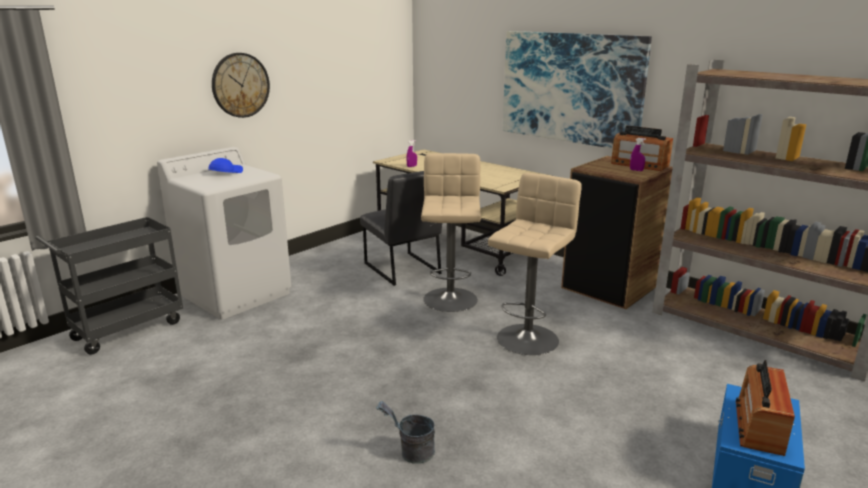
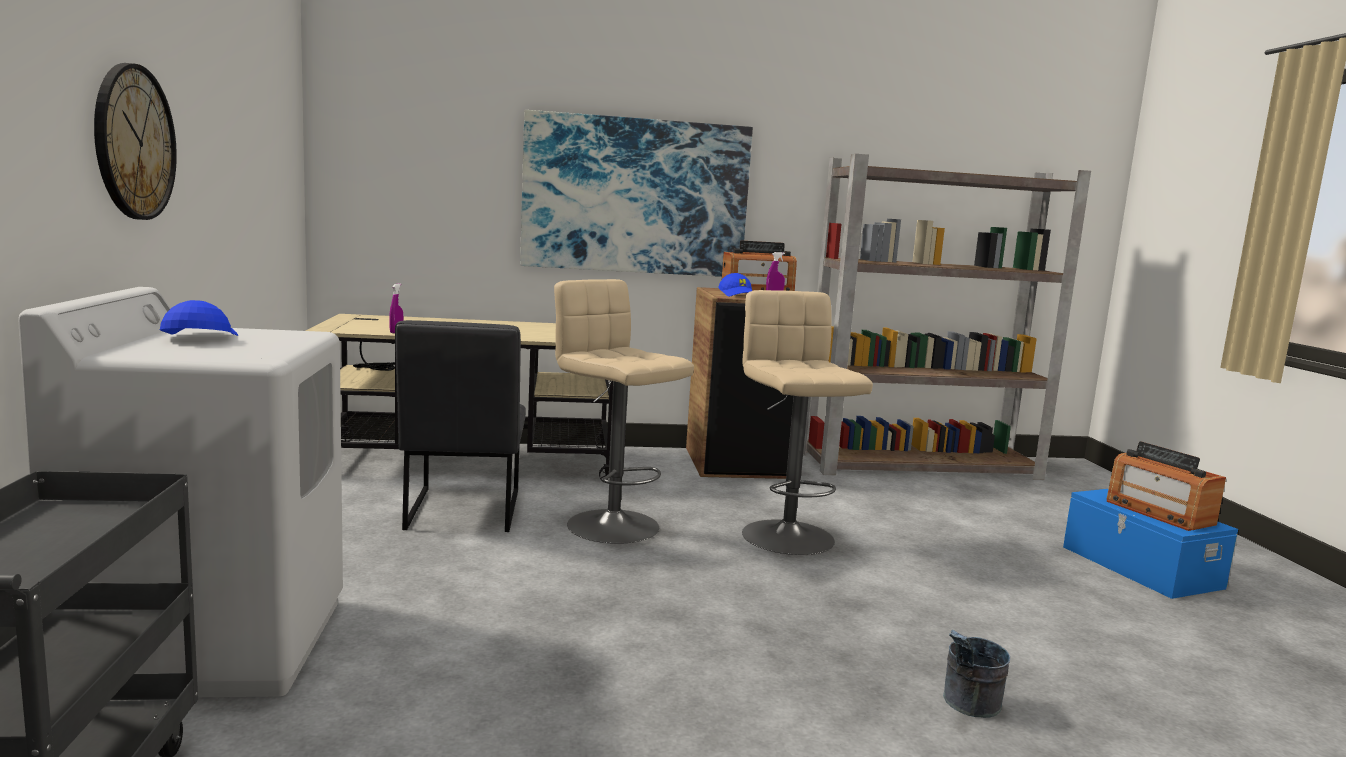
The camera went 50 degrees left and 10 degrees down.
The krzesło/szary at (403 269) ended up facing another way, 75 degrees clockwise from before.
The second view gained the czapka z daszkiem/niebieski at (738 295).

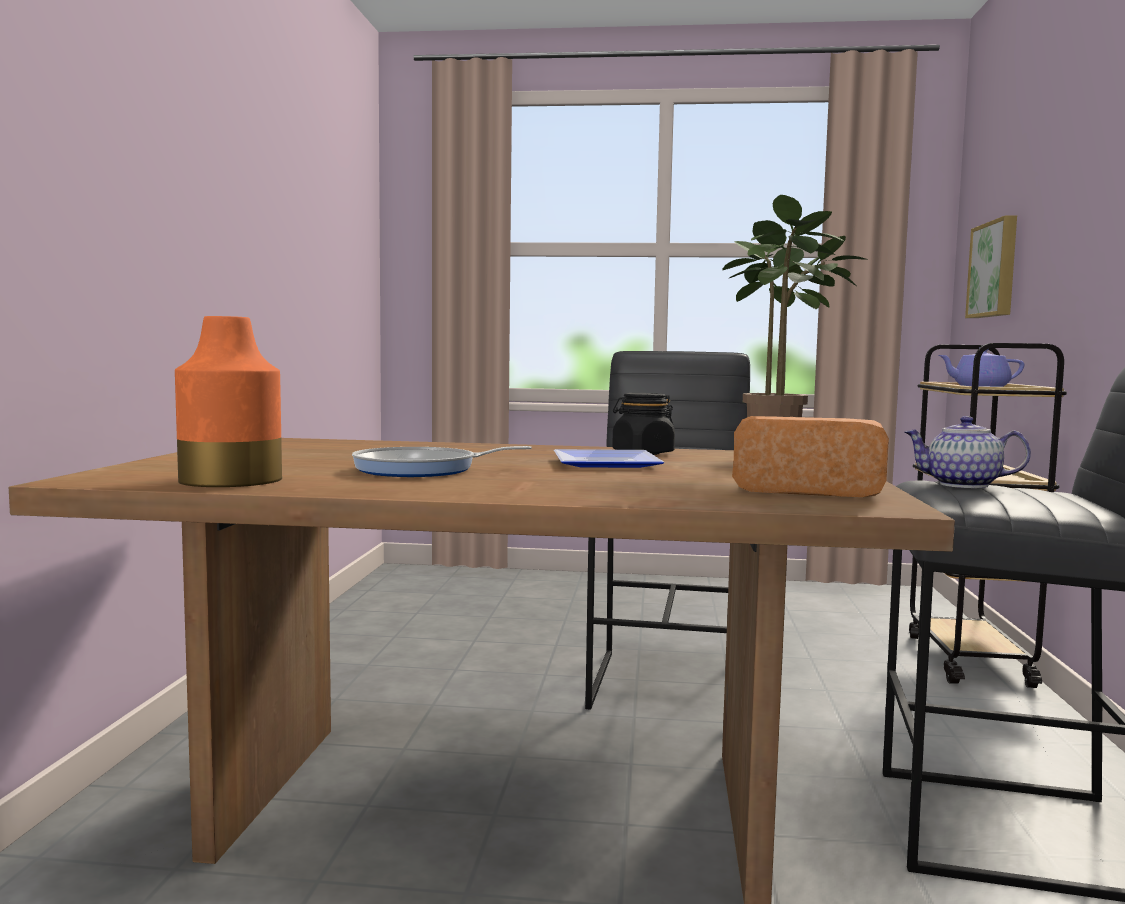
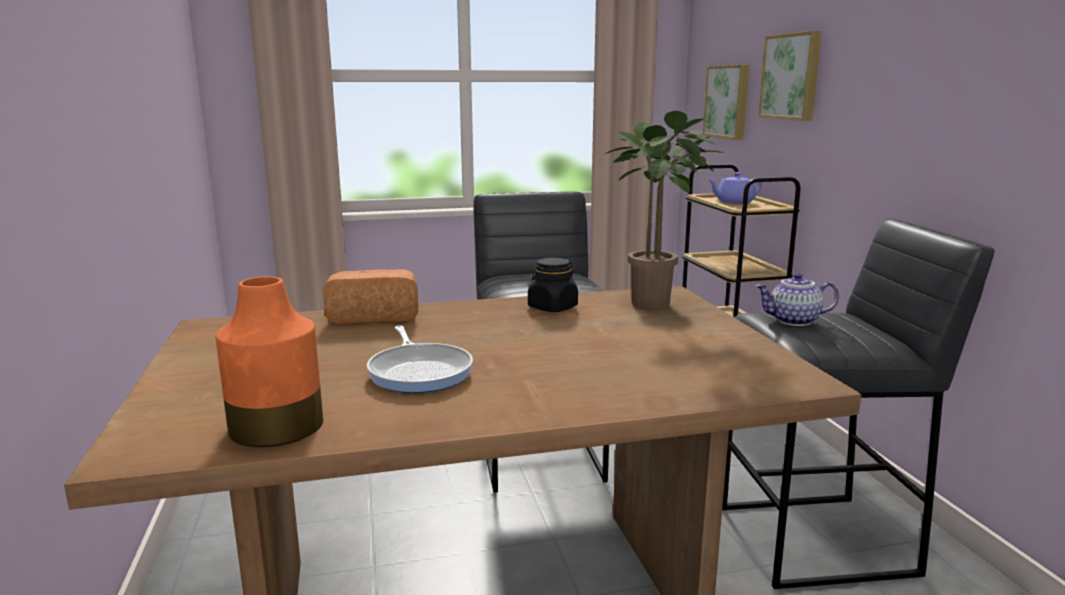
The camera went 20 degrees left and 10 degrees up.
The patelnia at (422 470) ended up facing another way, 75 degrees counterclockwise from before.
The second view lost the talerz at (609 463).
The chleb ended up elsewhere, having gone from (805 490) to (374 316).
The second view gained the obraz at (792 76).

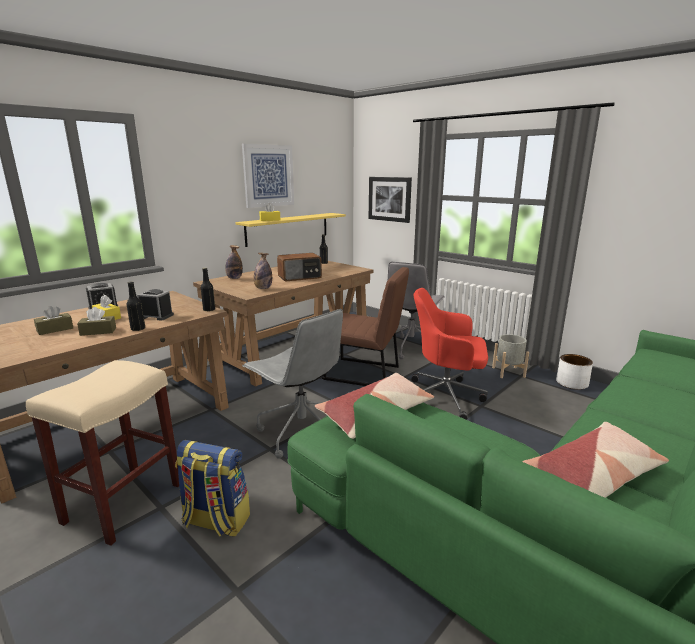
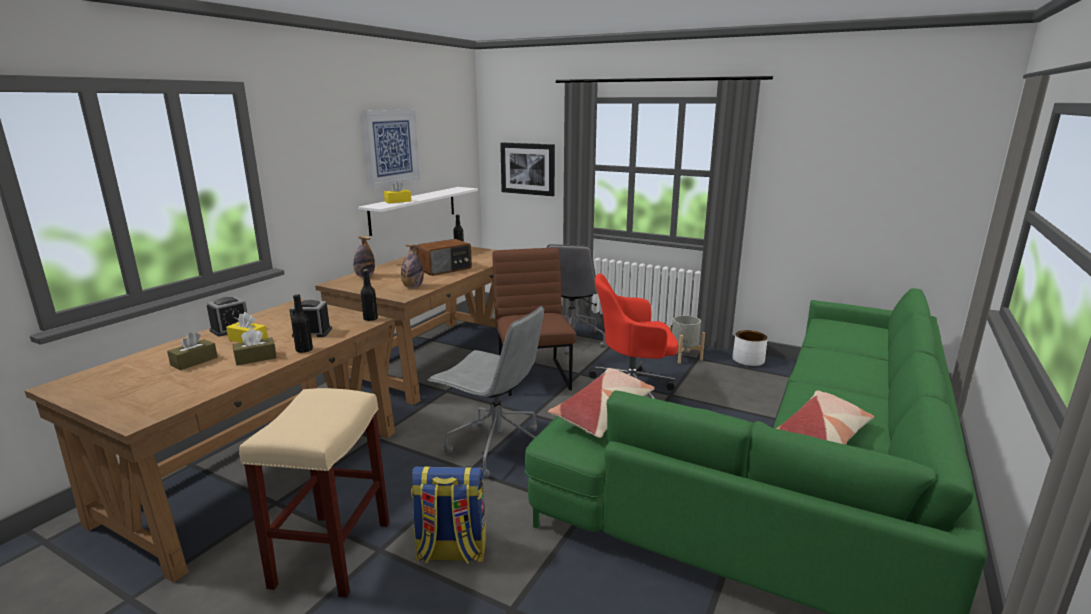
The camera went 15 degrees left and 0 degrees up.
What was the półka/żółty at (288 228) turned into the półka/biały at (414 210).
The krzesło/brązowy at (364 373) ended up facing another way, 105 degrees counterclockwise from before.

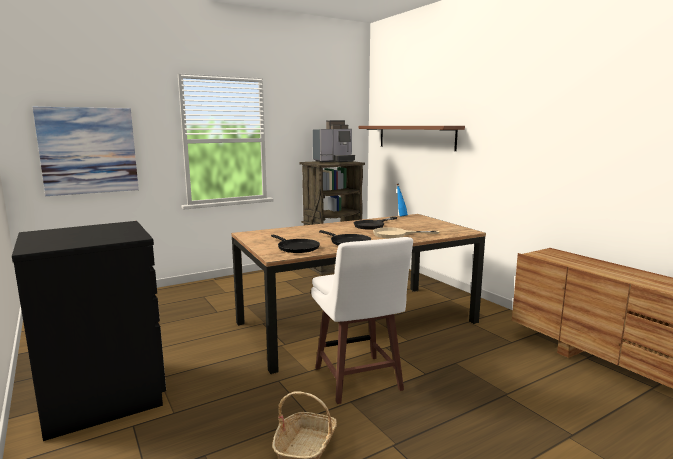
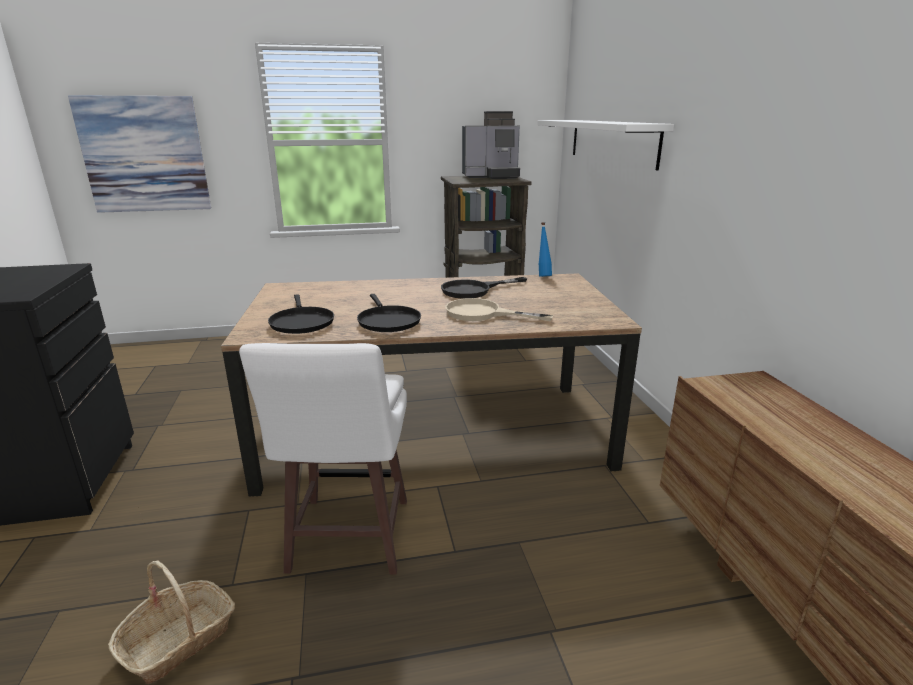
The camera went 20 degrees right and 10 degrees up.
What was the półka/brązowy at (415 137) turned into the półka/biały at (611 141).

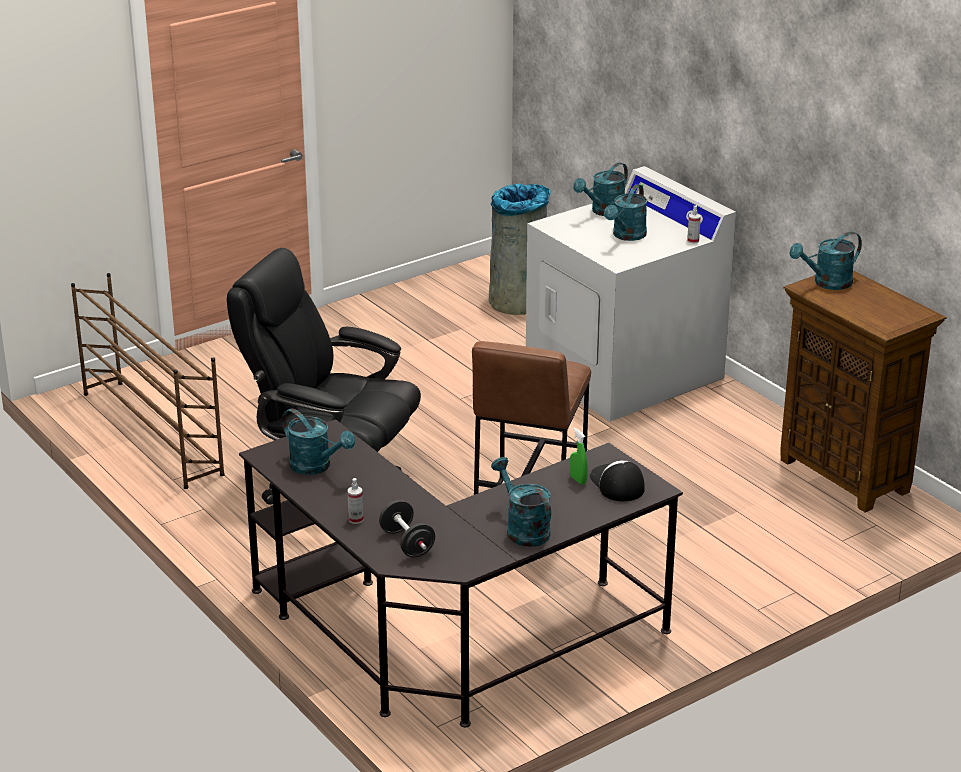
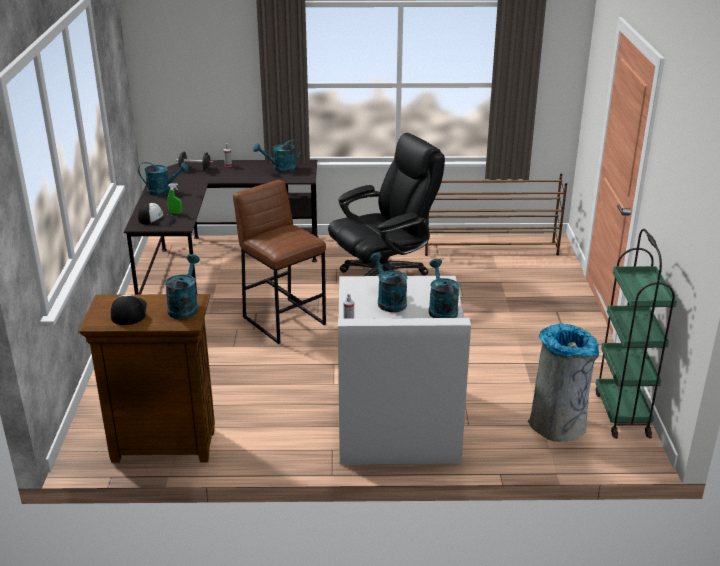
The camera went 125 degrees right and 0 degrees up.
The second view gained the czapka z daszkiem at (128 312).
The second view gained the wózek/zielony at (622 414).

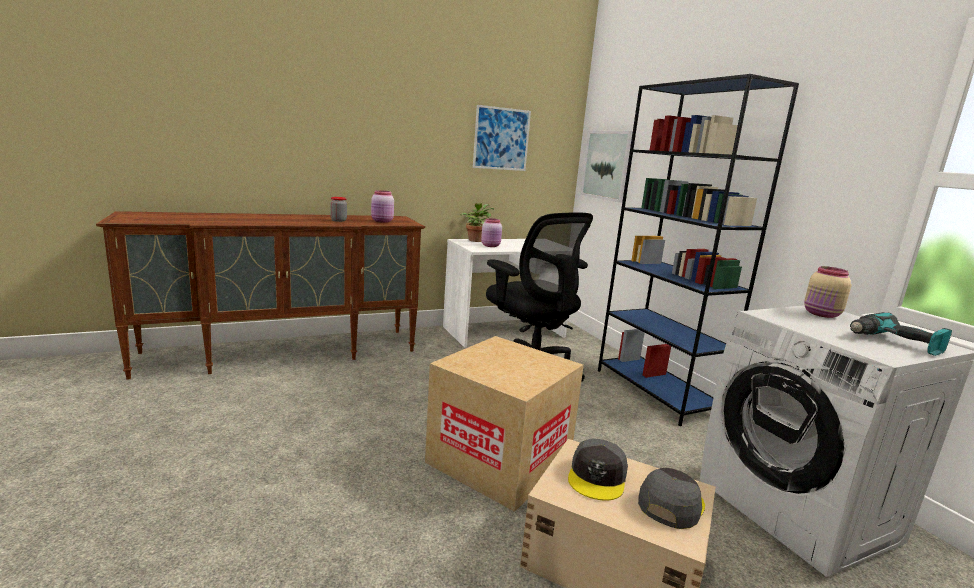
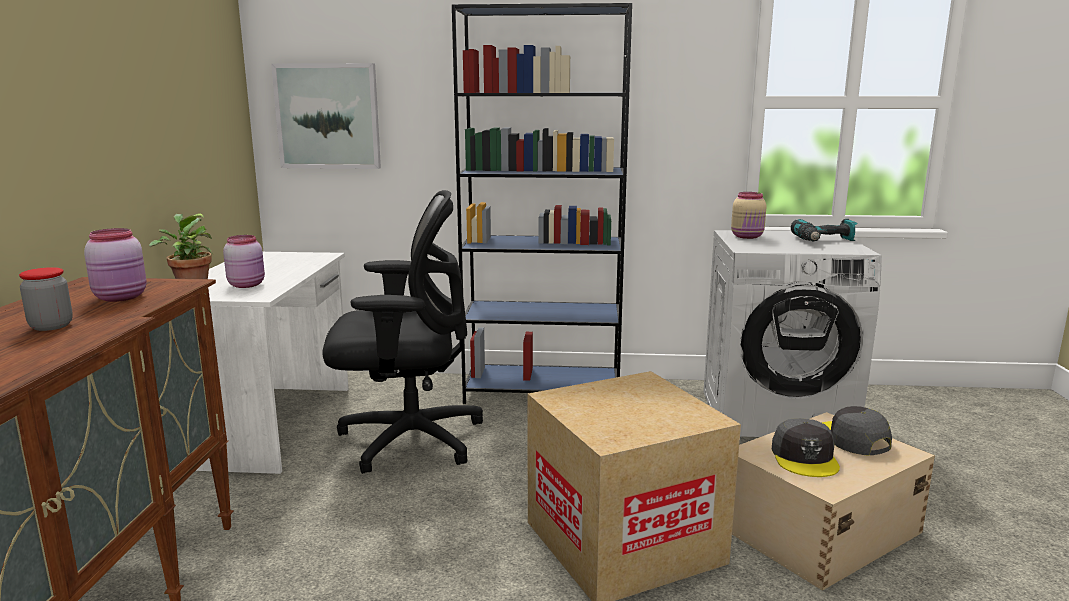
The camera went 60 degrees left and 0 degrees up.
The second view lost the obraz at (501 139).
The czapka z daszkiem/szary at (597 477) ended up facing another way, 45 degrees clockwise from before.

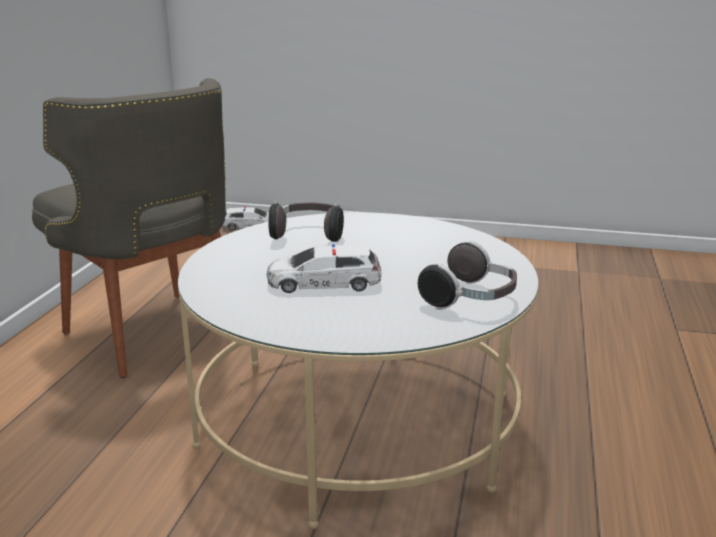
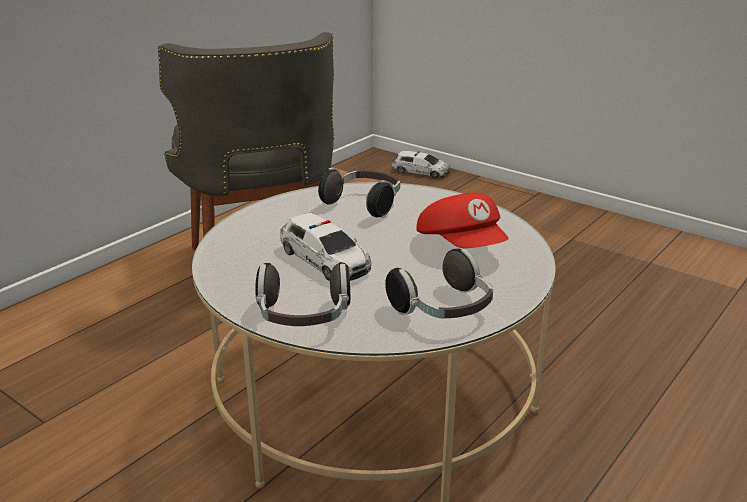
The camera went 25 degrees right and 5 degrees up.
The samochodzik at (324 282) ended up facing another way, 150 degrees counterclockwise from before.
The second view gained the słuchawki at (303 318).
The second view gained the czapka z daszkiem/czerwony at (462 245).

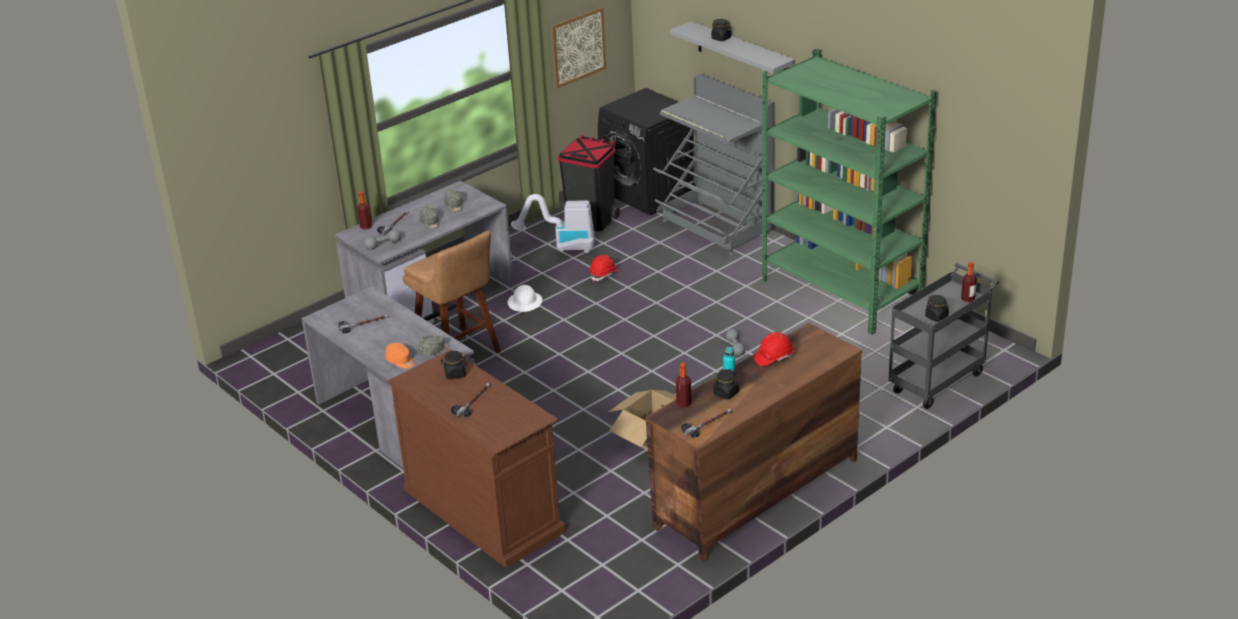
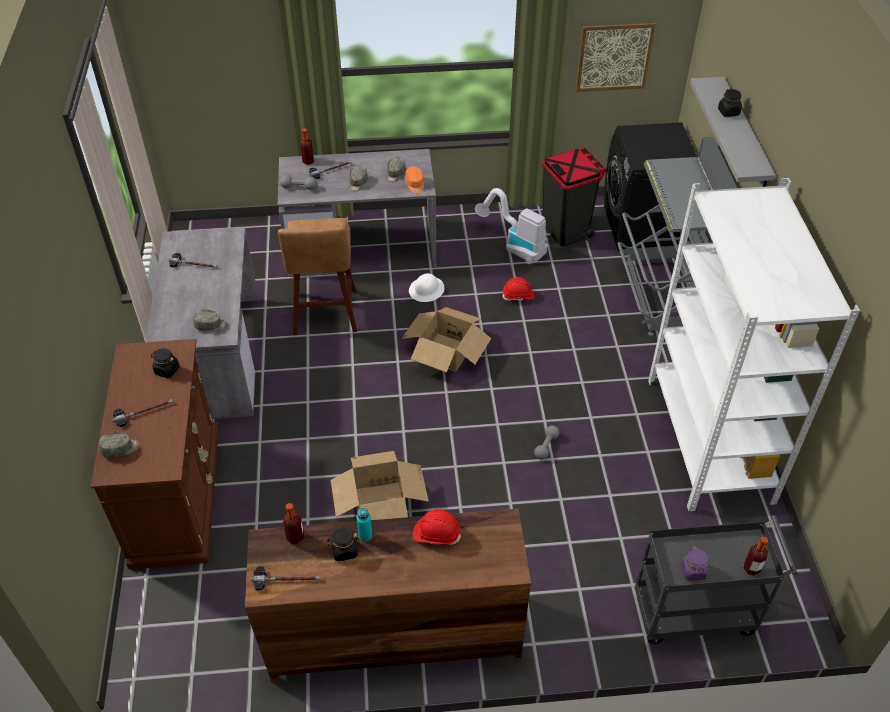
The camera went 35 degrees right and 15 degrees up.
The czapka z daszkiem/pomarańczowy ended up elsewhere, having gone from (400 361) to (415 184).
What was the regał/zielony at (841 292) turned into the regał/biały at (708 439).
What was the słoik/czarny at (936 317) turned into the słoik/fioletowy at (693 571).
The second view gained the czapka z daszkiem/szary at (120 449).
The second view gained the karton at (446 352).

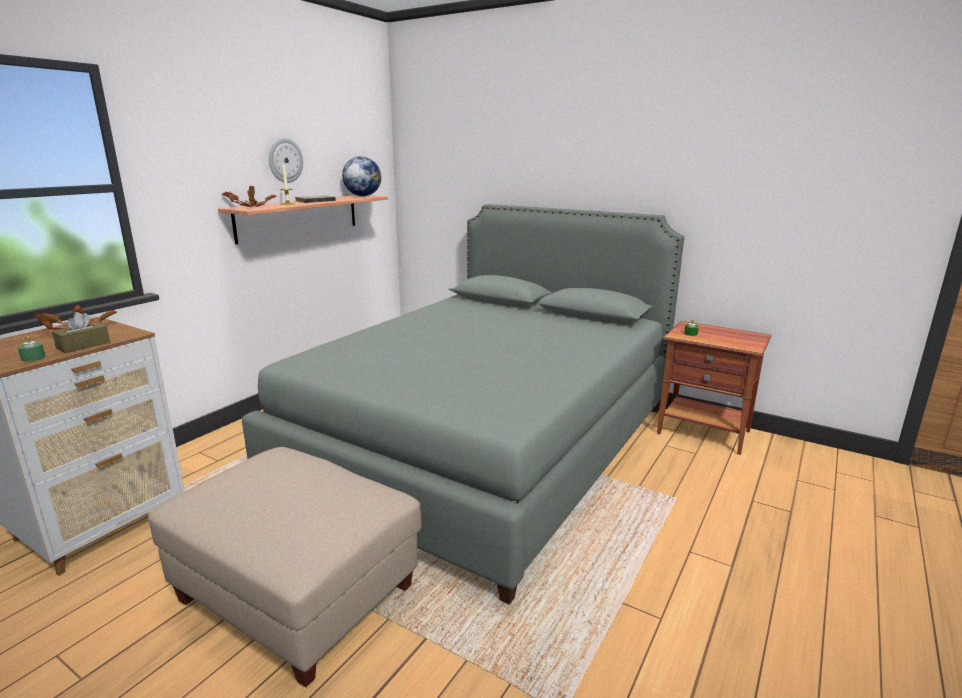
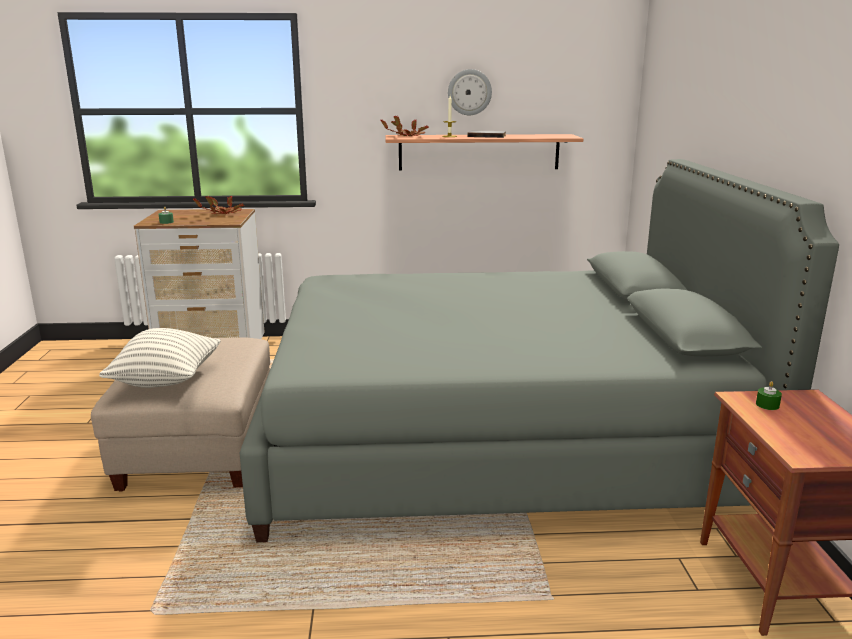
The camera went 55 degrees right and 0 degrees up.
The second view lost the pudełko chusteczek/brązowy at (83 345).
The second view lost the globus at (362 196).
The second view gained the poduszka at (166 380).

